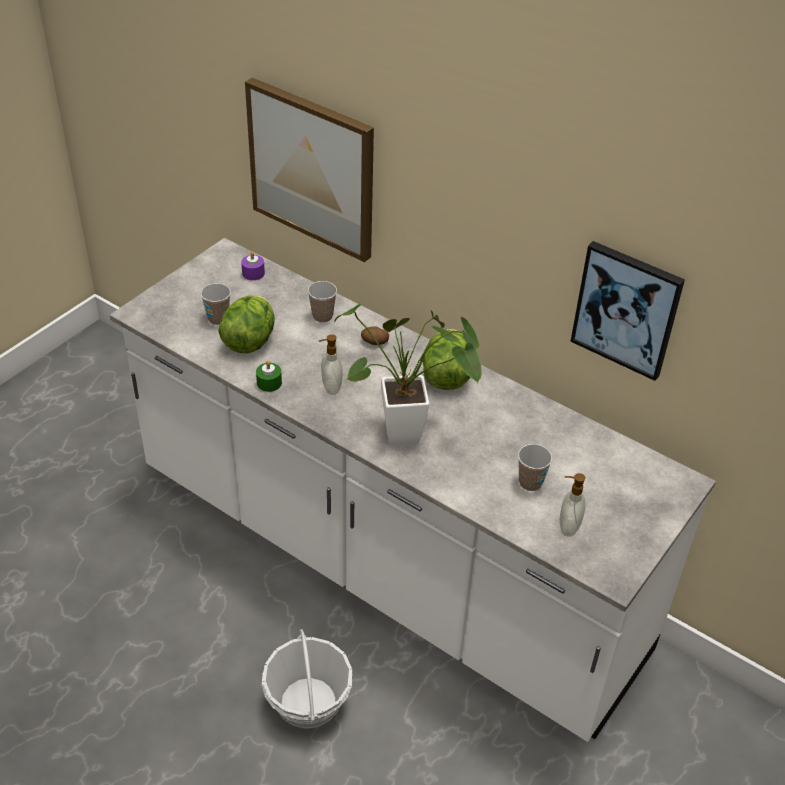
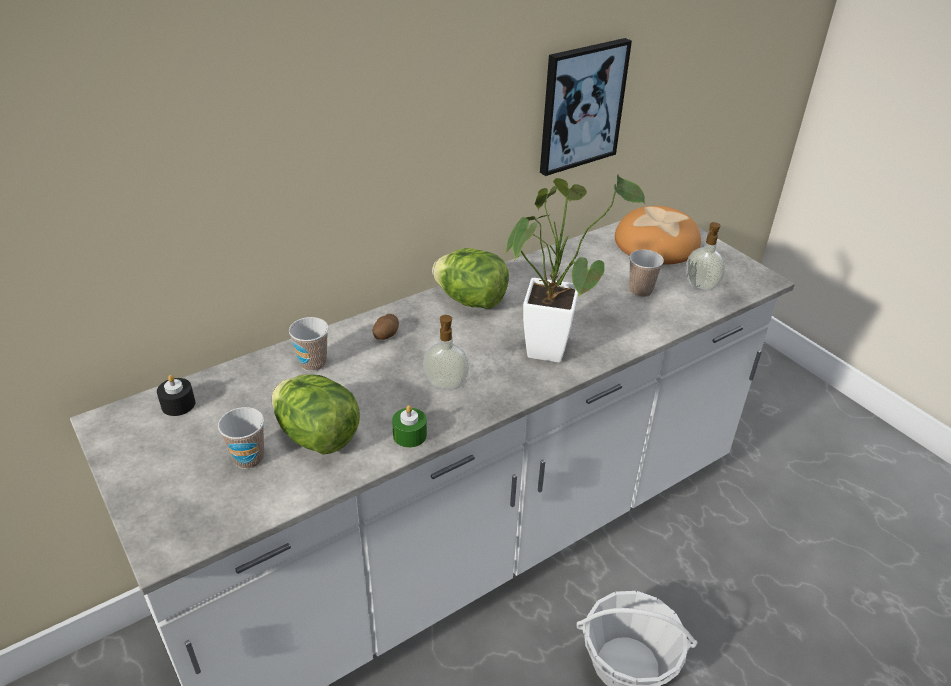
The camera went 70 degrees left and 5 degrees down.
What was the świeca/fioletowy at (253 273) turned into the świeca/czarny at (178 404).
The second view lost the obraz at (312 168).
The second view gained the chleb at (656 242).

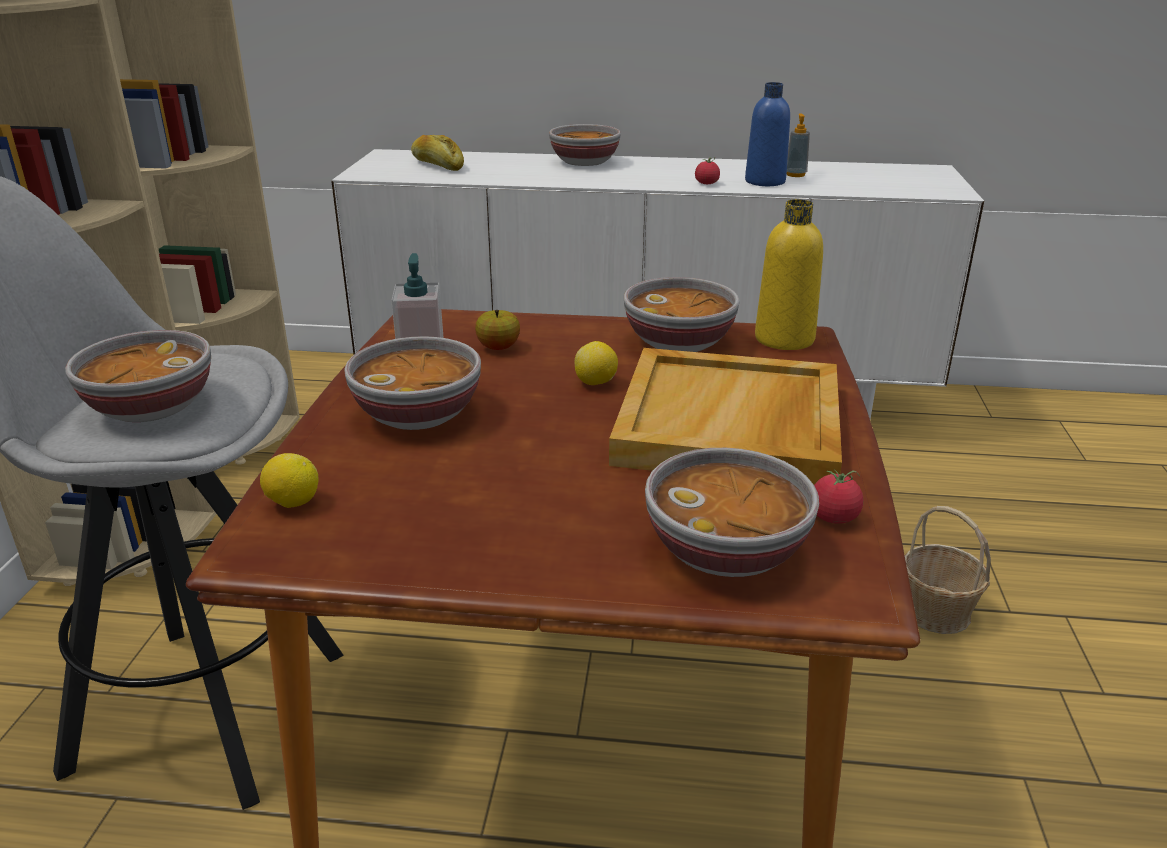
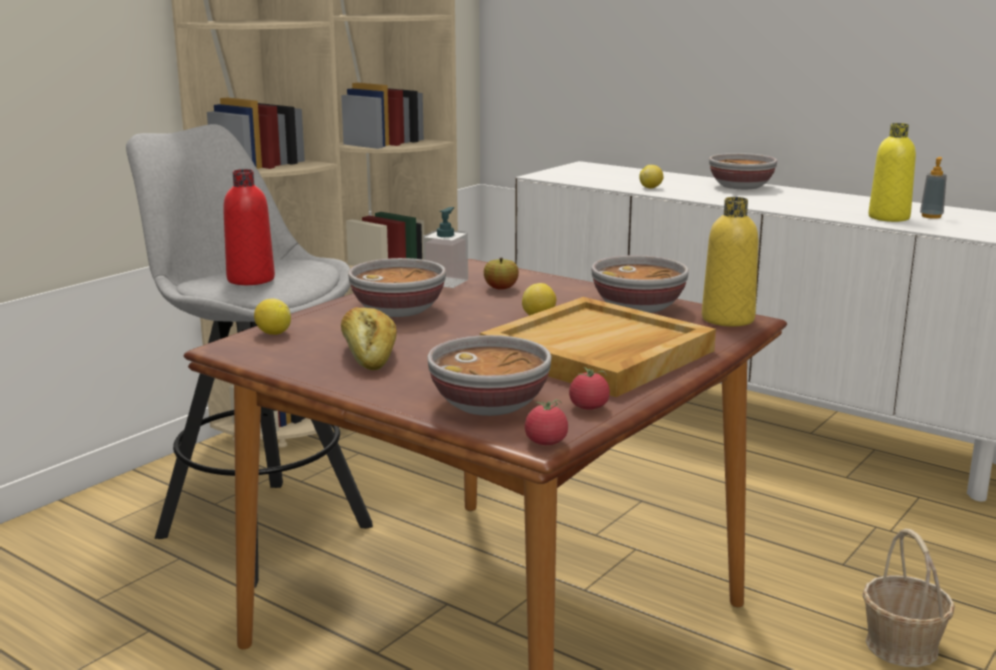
The camera went 30 degrees right and 10 degrees down.
Where the miska stood at (150 407), the butelka/czerwony came to stand at (251 279).
The chleb ended up elsewhere, having gone from (438 165) to (370 354).
The pomidor ended up elsewhere, having gone from (706 183) to (546 442).
What was the butelka/niebieski at (765 181) turned into the butelka/żółty at (888 217).
The second view gained the cytryna at (651 188).

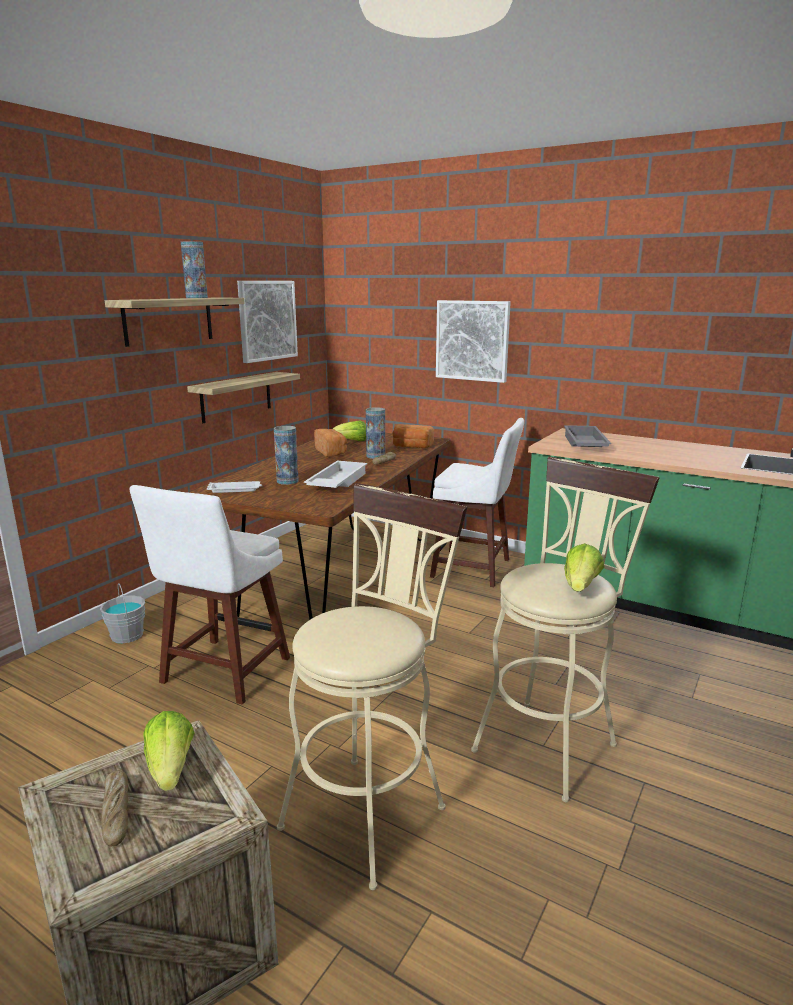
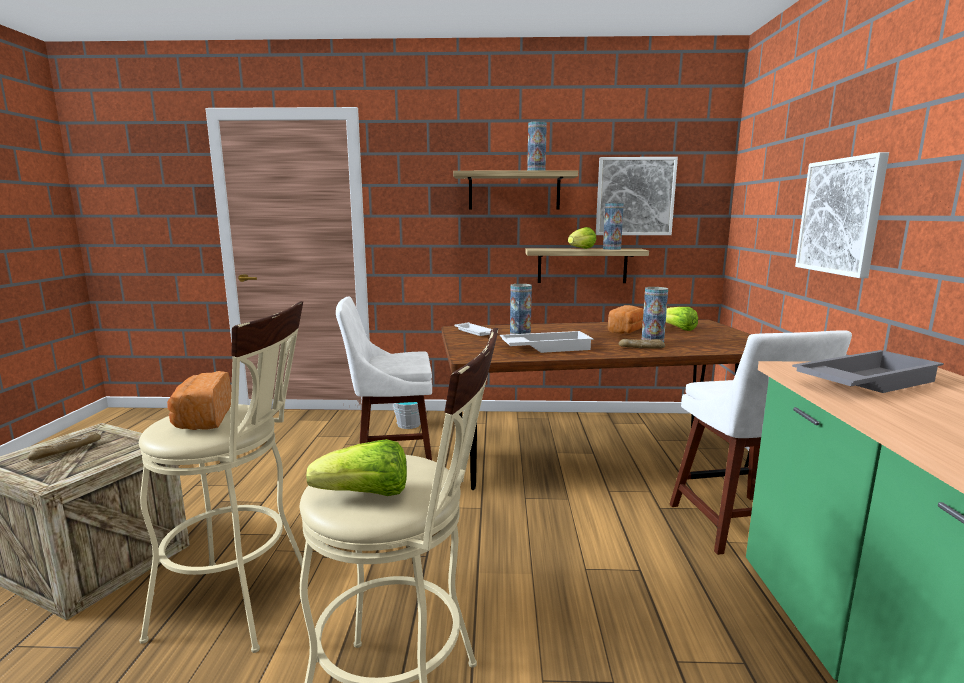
The camera went 60 degrees right and 5 degrees down.
The sałata ended up elsewhere, having gone from (171 769) to (581 249).
The chleb ended up elsewhere, having gone from (412 447) to (202 419).
The second view gained the wazon at (611 249).

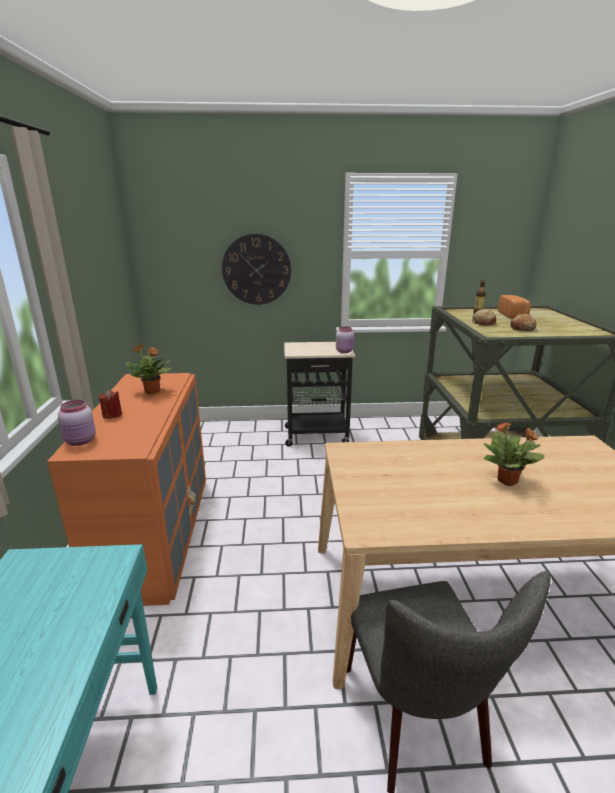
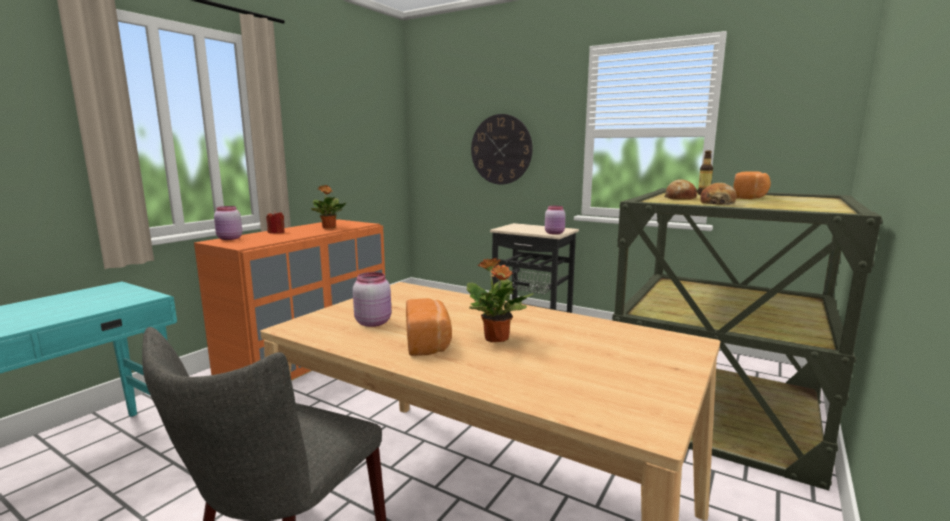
The camera went 35 degrees right and 10 degrees down.
The second view gained the słoik/różowy at (373 322).
The second view gained the chleb at (429 342).

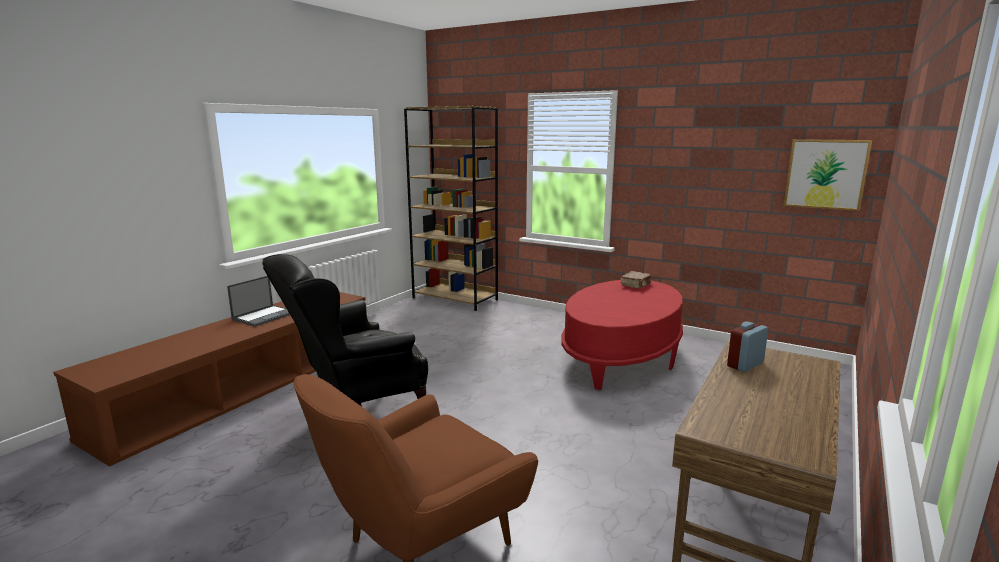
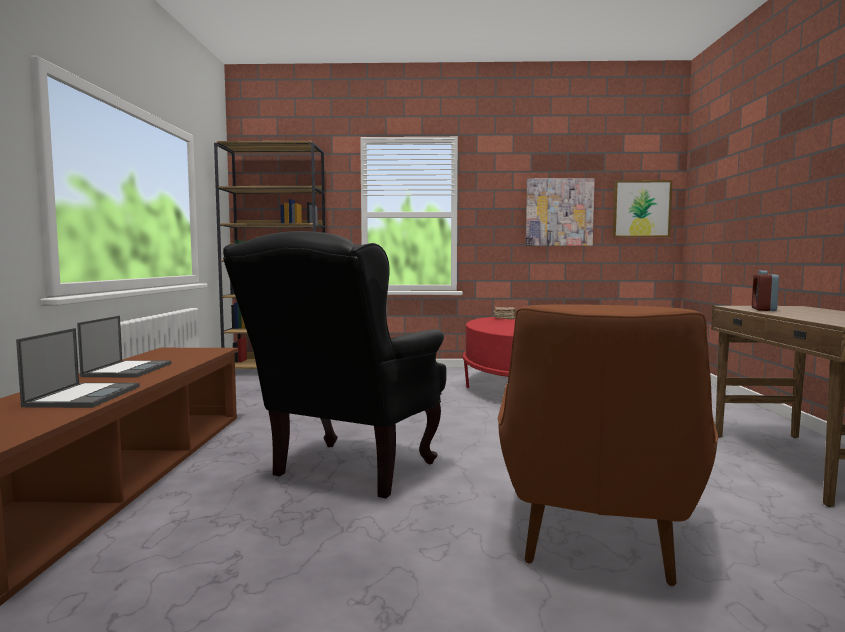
The camera went 30 degrees left and 10 degrees down.
The second view gained the laptop at (84 396).
The second view gained the obraz at (559 212).

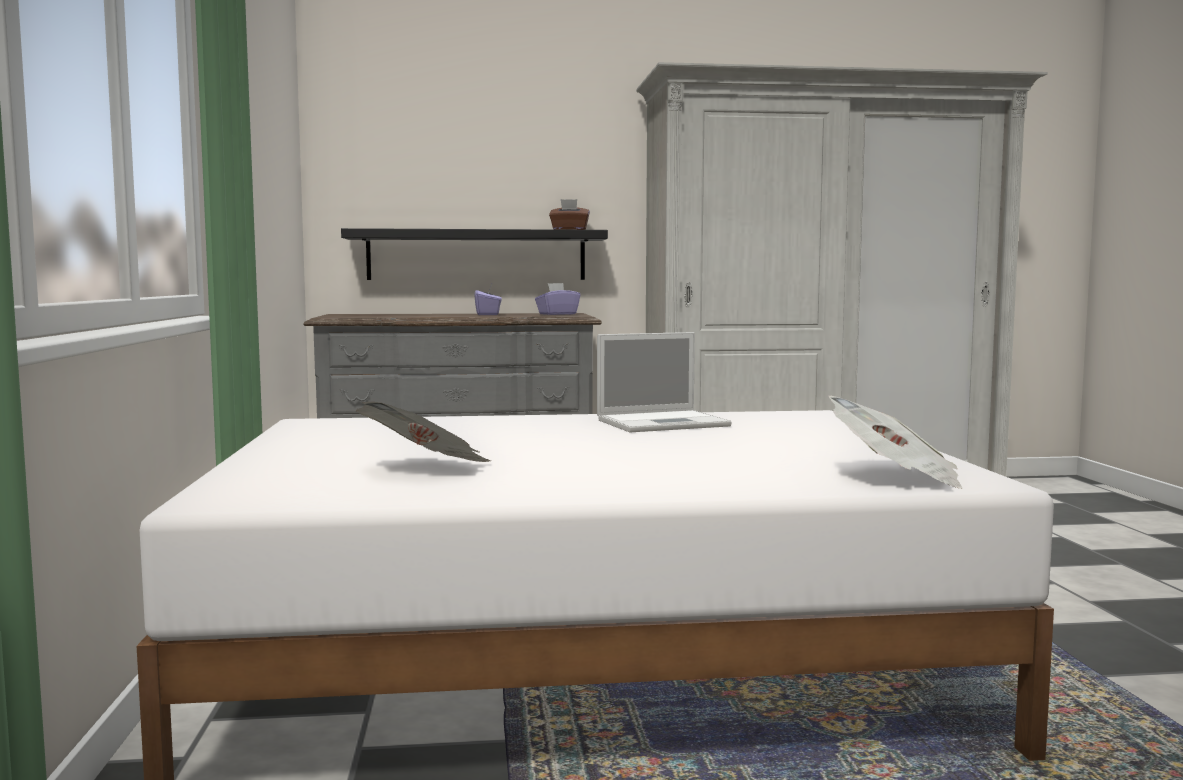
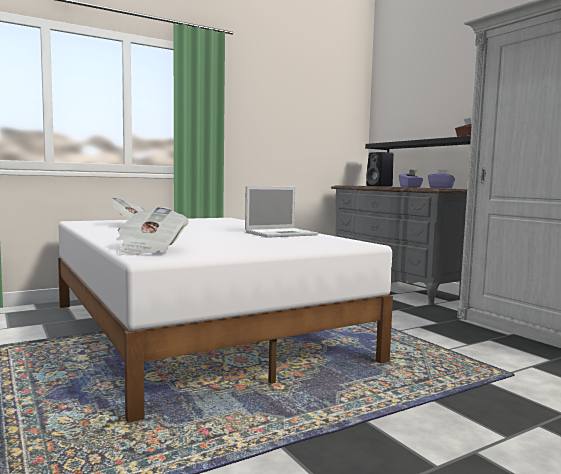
The camera went 65 degrees right and 0 degrees up.
The laptop at (664 423) ended up facing another way, 75 degrees counterclockwise from before.
The second view gained the głośnik/czarny at (380 186).

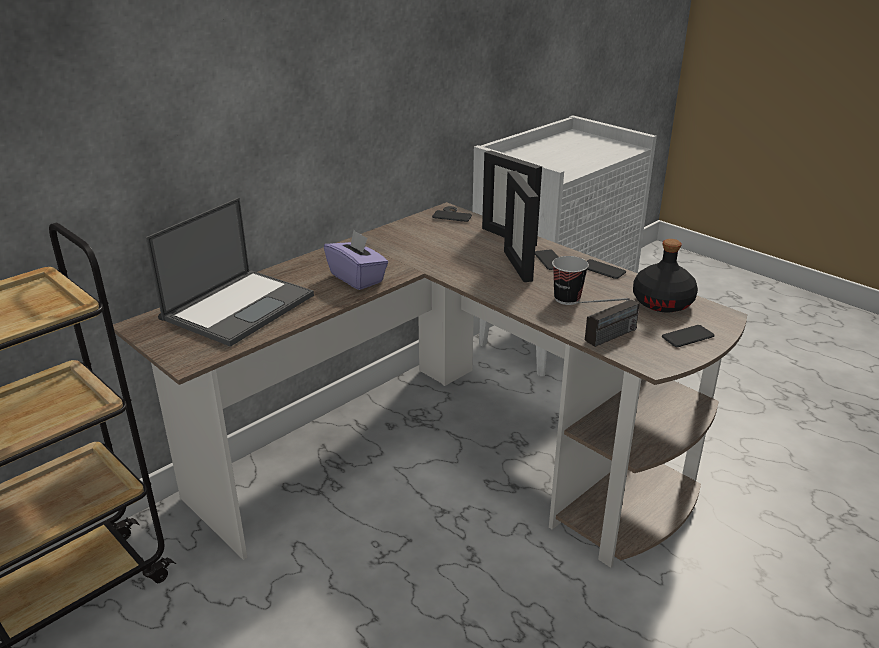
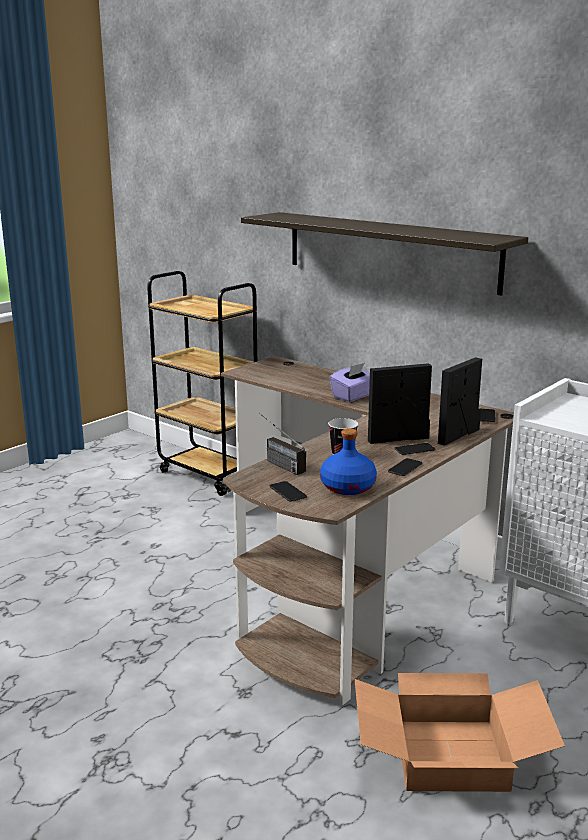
The camera went 85 degrees right and 10 degrees down.
The second view lost the laptop at (240 306).
What was the butelka/czarny at (662 302) turned into the butelka/niebieski at (348 487).
The second view gained the półka at (389 251).
The second view gained the karton at (449 756).

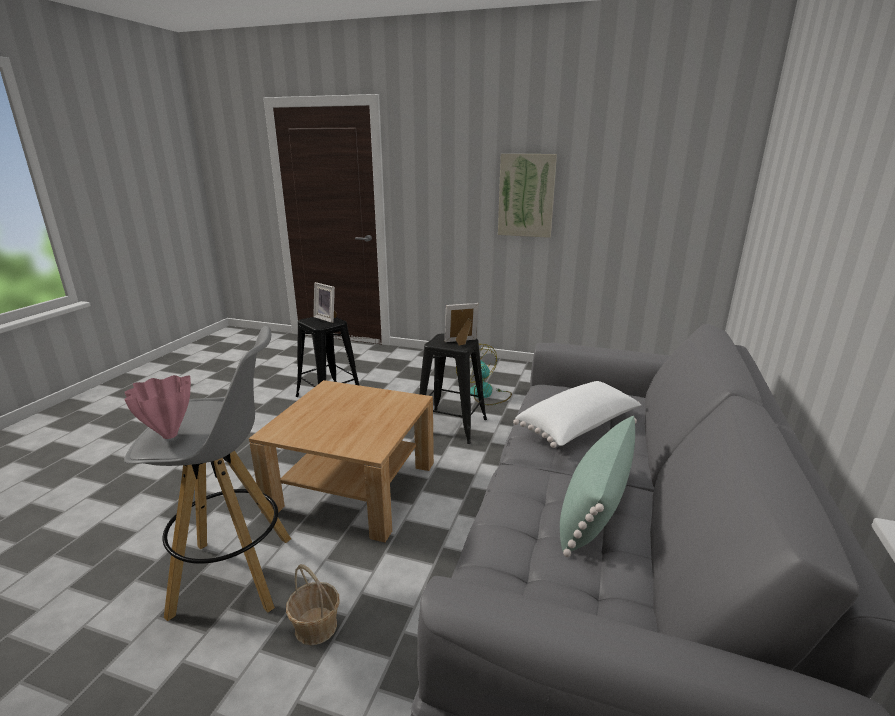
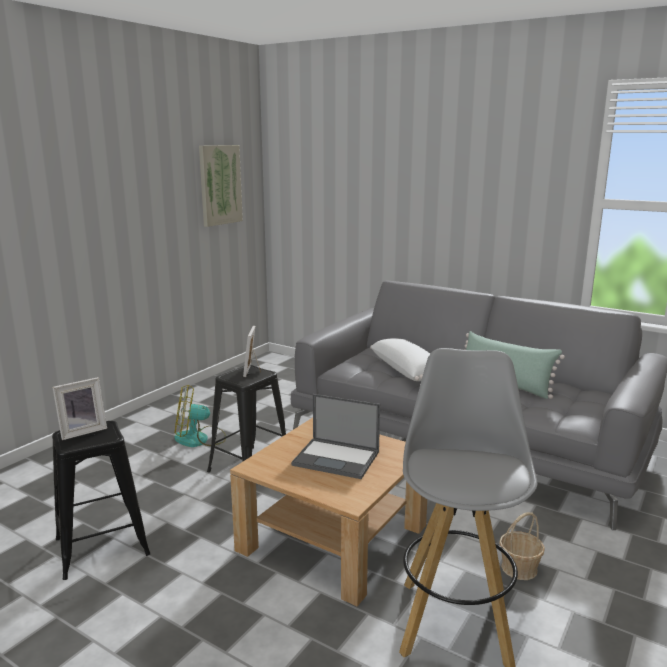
The camera went 75 degrees left and 5 degrees down.
The second view lost the wazon/różowy at (168 436).
The obraz ended up elsewhere, having gone from (526 195) to (220 185).
The second view gained the laptop at (337 458).

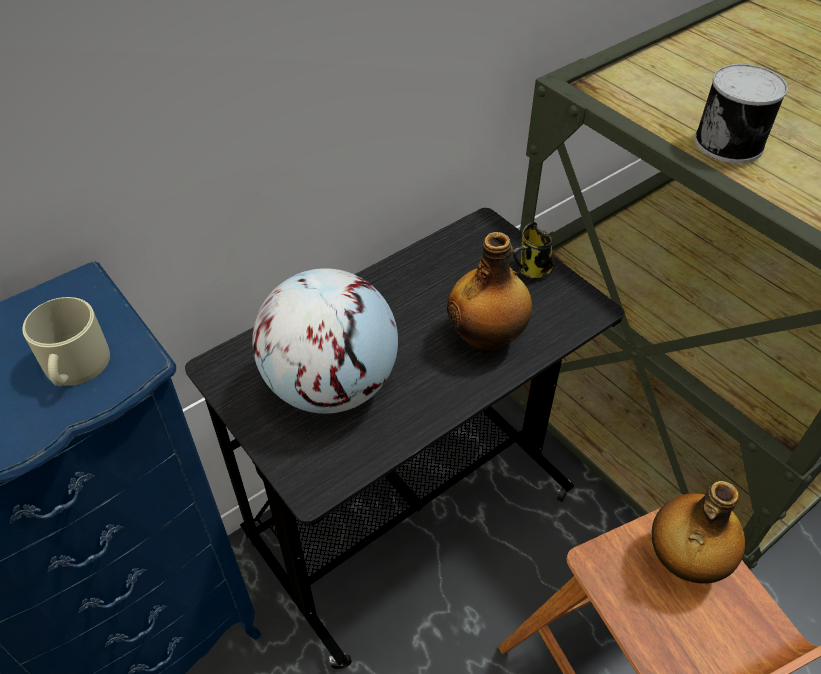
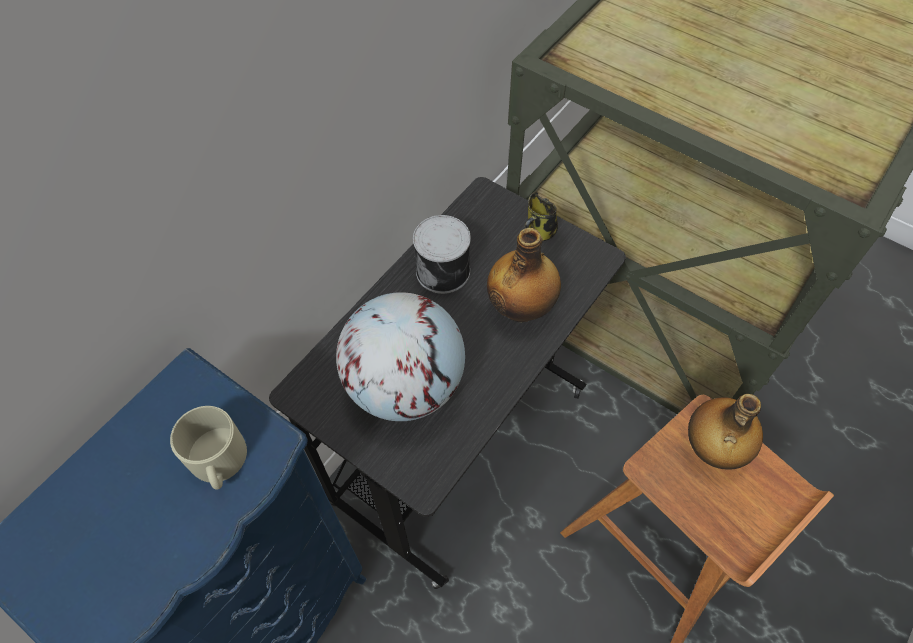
The camera went 15 degrees left and 10 degrees up.
The puszka ended up elsewhere, having gone from (730 143) to (444 270).

